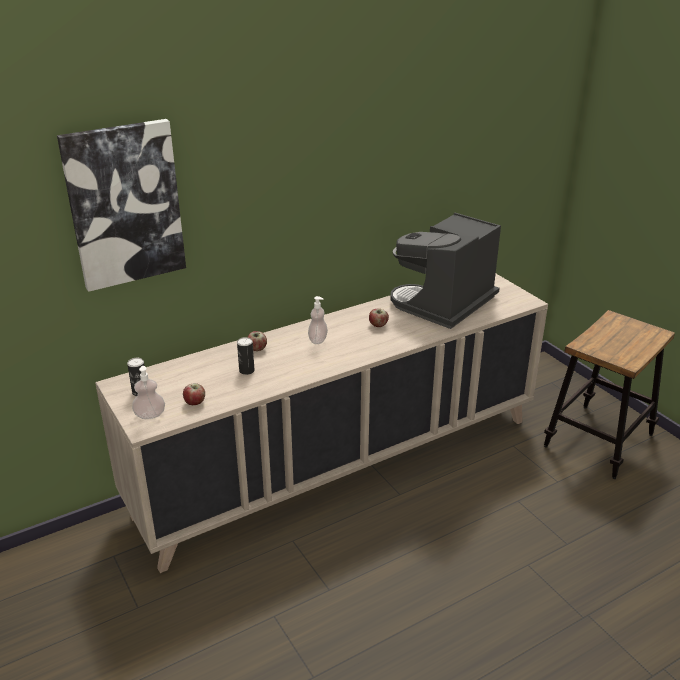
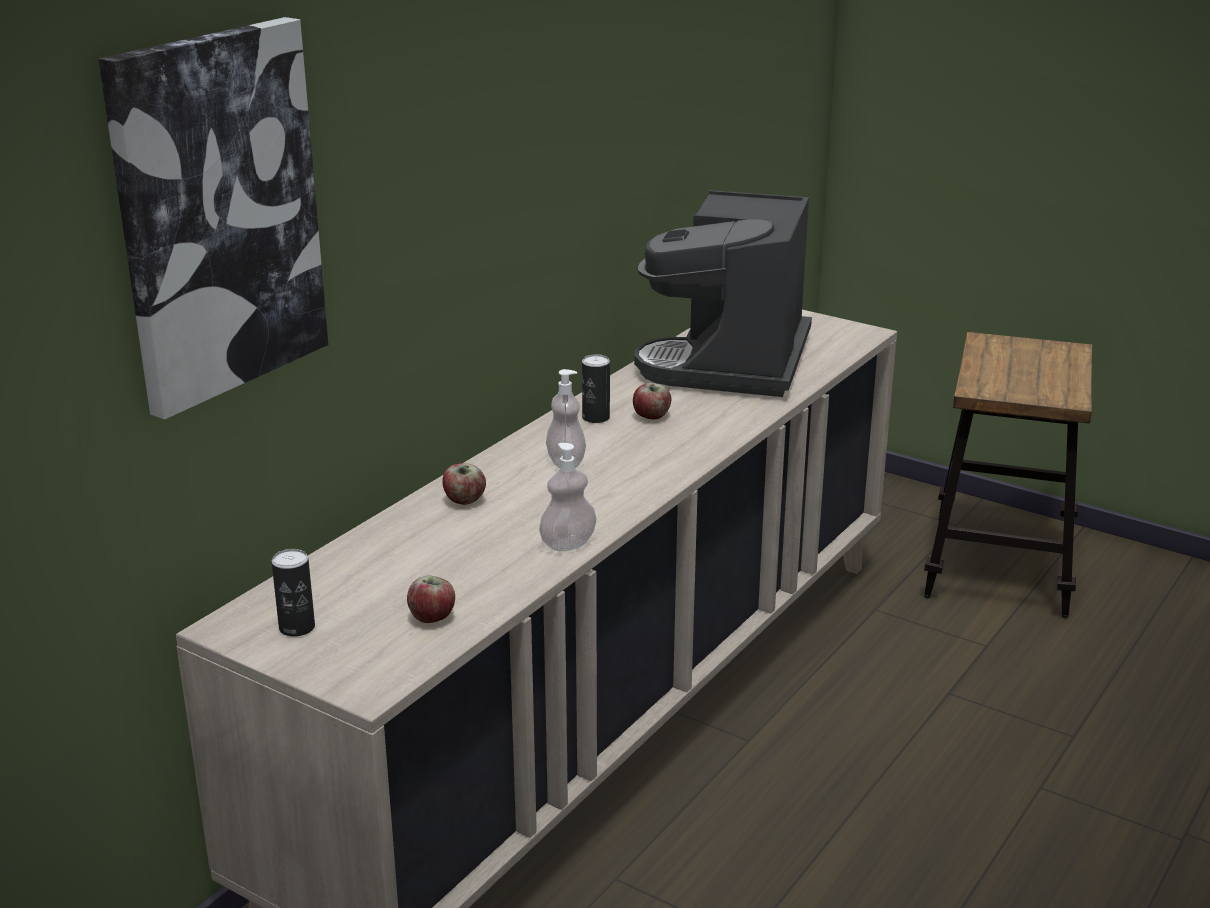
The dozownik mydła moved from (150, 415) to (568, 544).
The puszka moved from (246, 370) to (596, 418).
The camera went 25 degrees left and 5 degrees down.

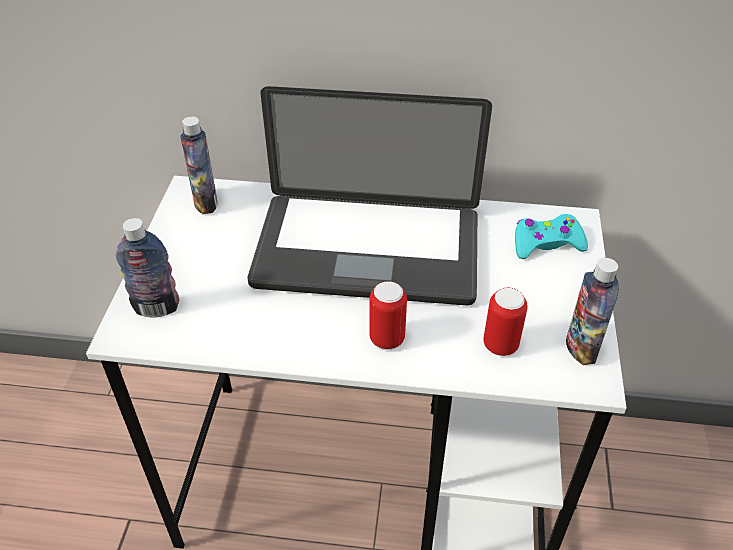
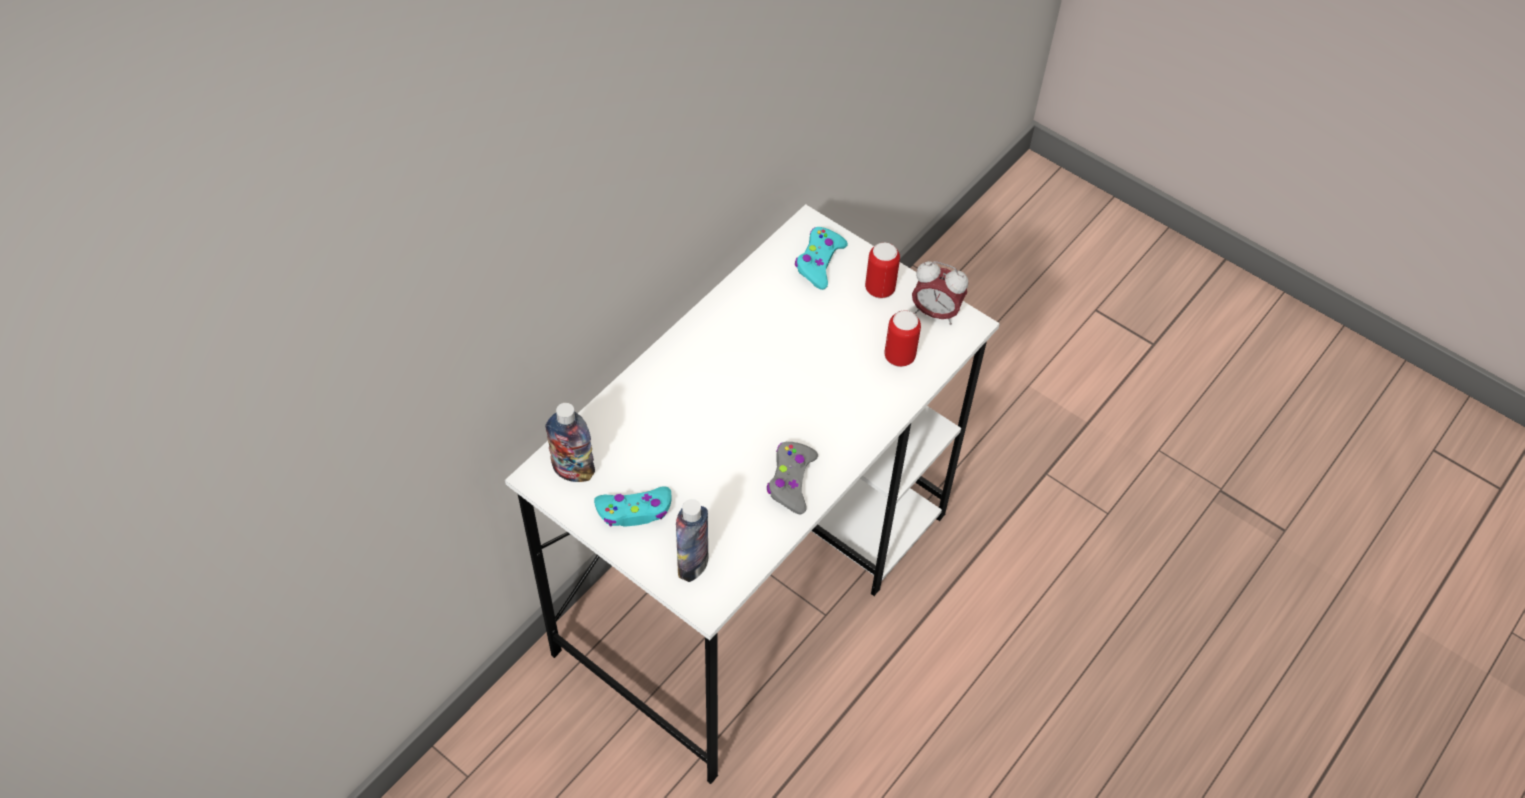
The laptop at (367, 251) disappeared.
The puszka moved from (387, 339) to (879, 289).
The butelka at (581, 348) was replaced by the budzik at (935, 313).
The pad do gier/turkusowy at (635, 511) appeared.
The pad do gier/szary at (791, 481) appeared.
The camera went 60 degrees left and 10 degrees up.

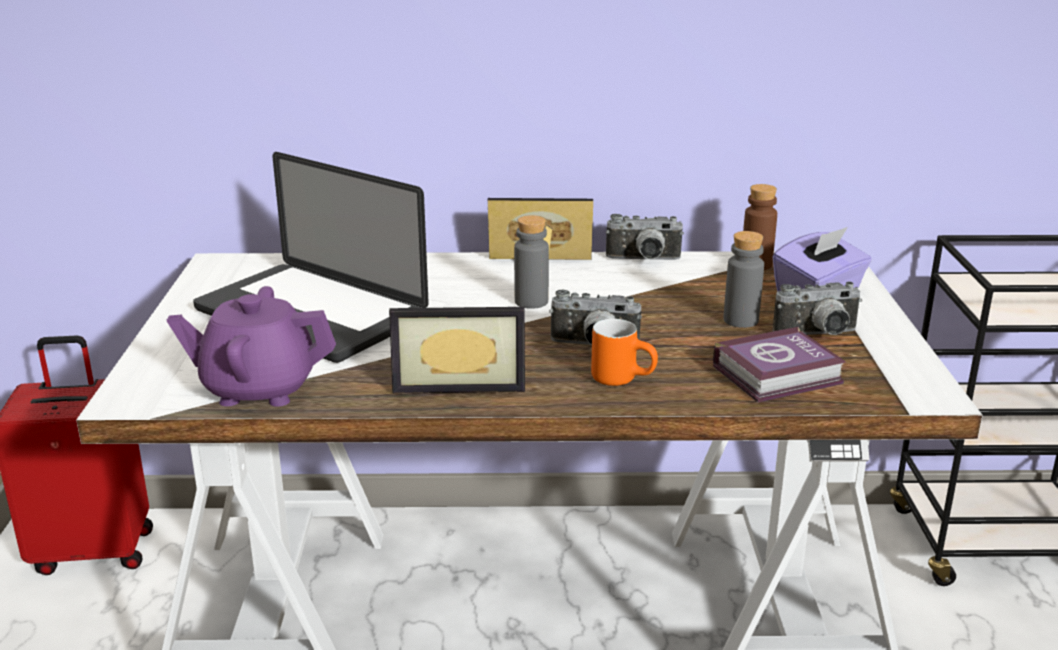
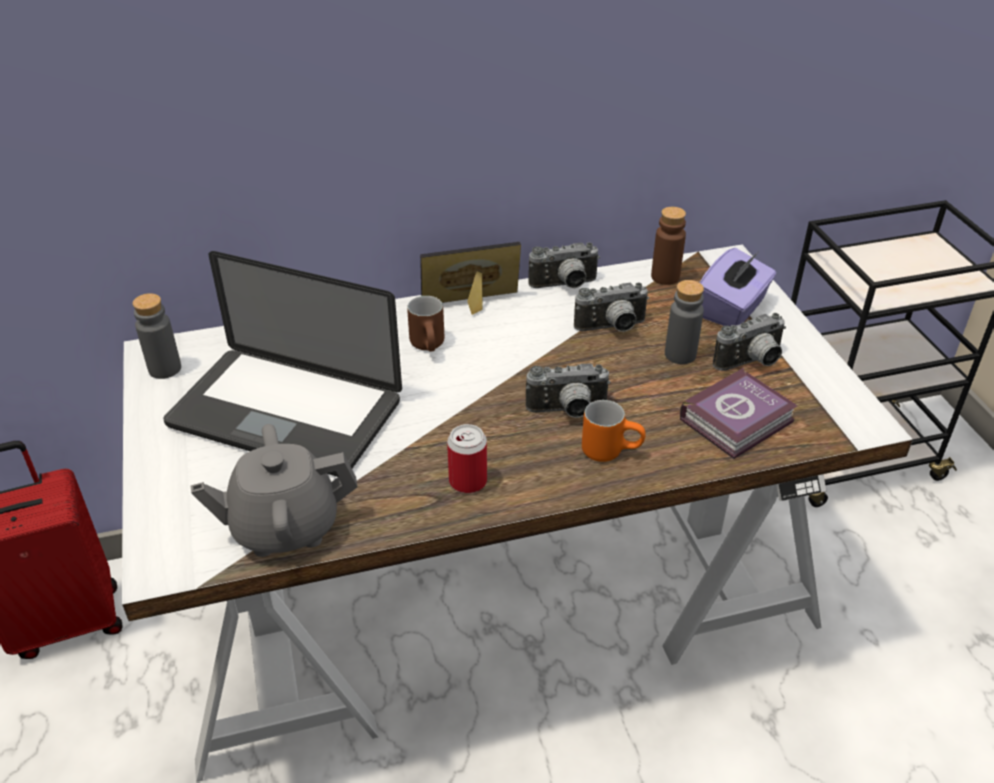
The imbryk/fioletowy at (259, 389) became the imbryk/szary at (284, 527).
The ramka na zdjęcie at (459, 382) was replaced by the puszka at (468, 481).
The butelka/szary moved from (531, 302) to (165, 369).
The kubek/brązowy at (431, 346) appeared.
The aparat fotograficzny at (612, 328) appeared.
The camera went 15 degrees left and 15 degrees up.

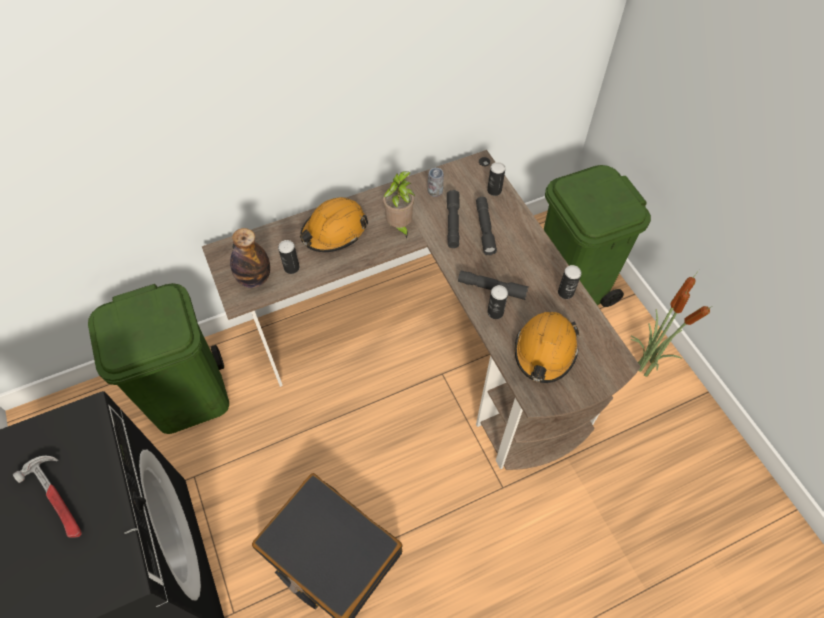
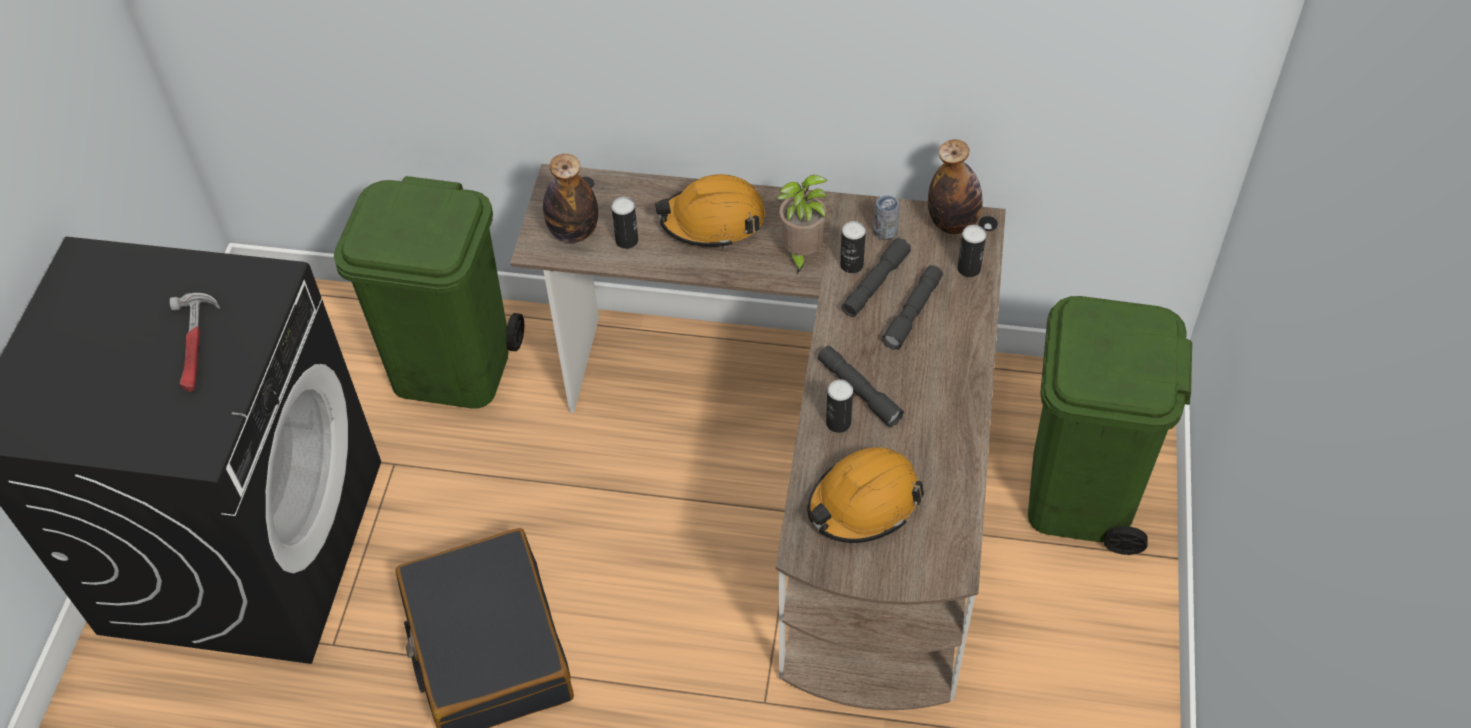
The puszka moved from (565, 292) to (851, 265).
The roślina doniczkowa at (642, 367) disappeared.
The butelka at (952, 223) appeared.
The camera went 35 degrees right and 5 degrees down.

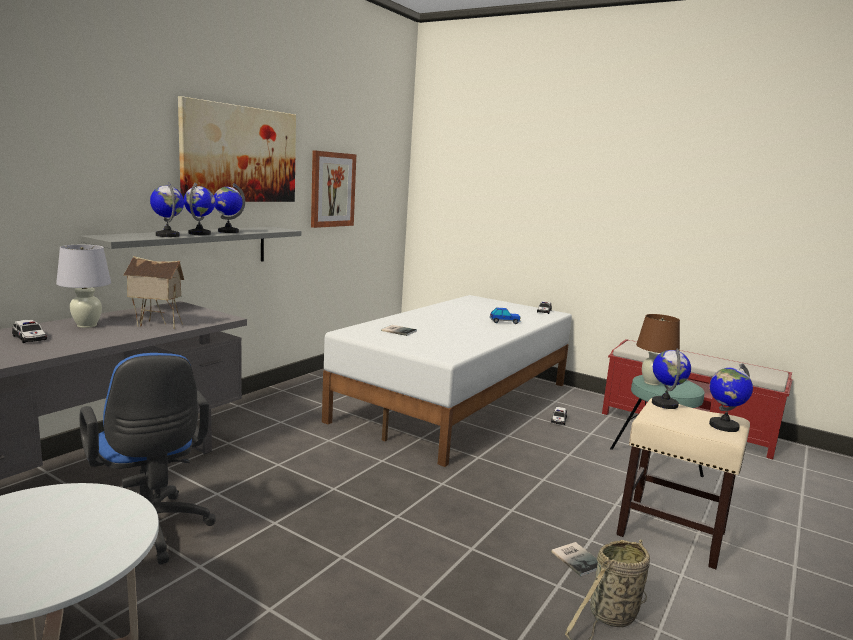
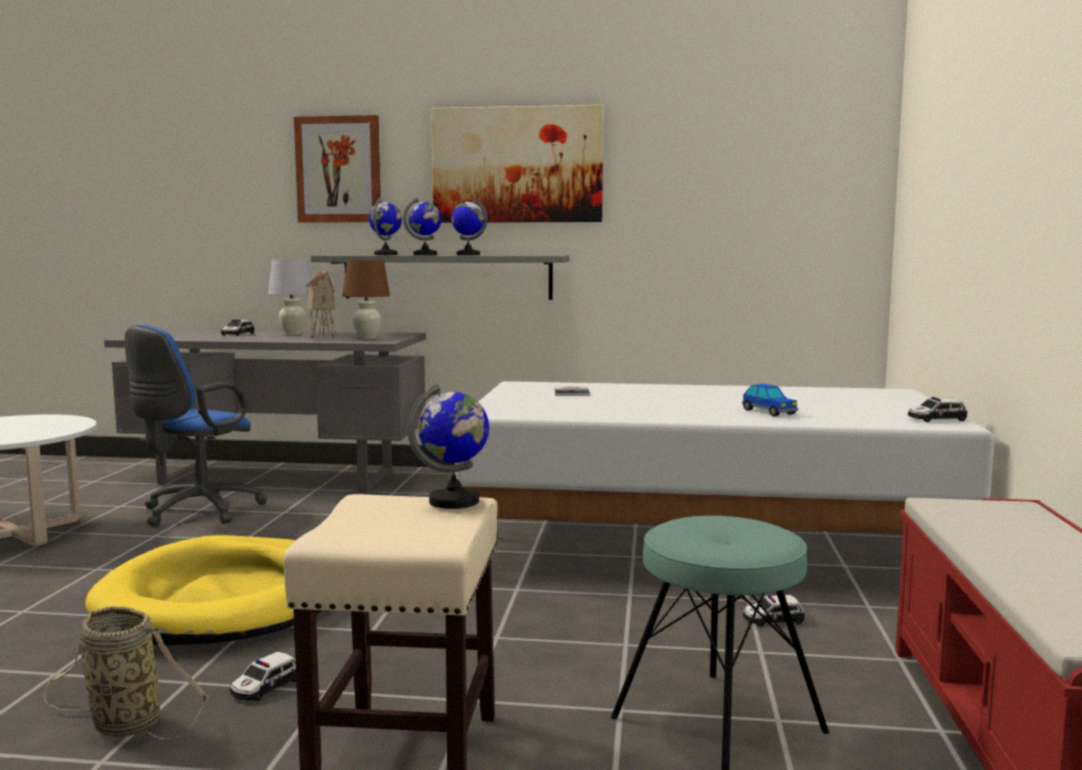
The obraz moved from (332, 189) to (338, 170).
The książka at (577, 558) was replaced by the samochodzik at (265, 687).
The lampa stołowa/brązowy moved from (651, 383) to (367, 338).
The globus at (723, 426) disappeared.
The legowisko/żółty at (229, 599) appeared.
The camera went 65 degrees right and 5 degrees down.

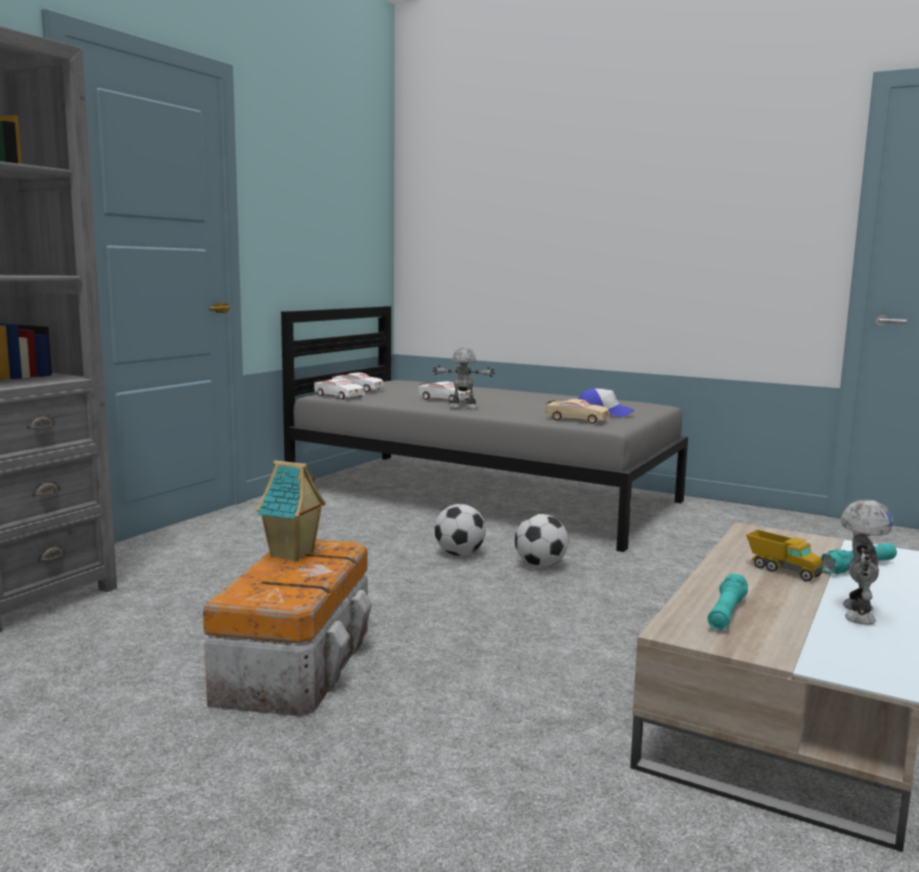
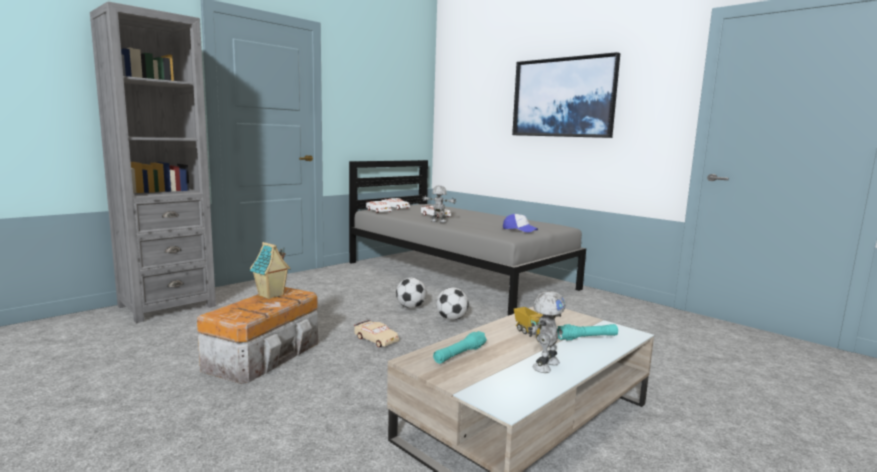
The samochodzik/beżowy moved from (576, 419) to (376, 339).
The obraz at (563, 97) appeared.
The camera went 15 degrees right and 0 degrees up.

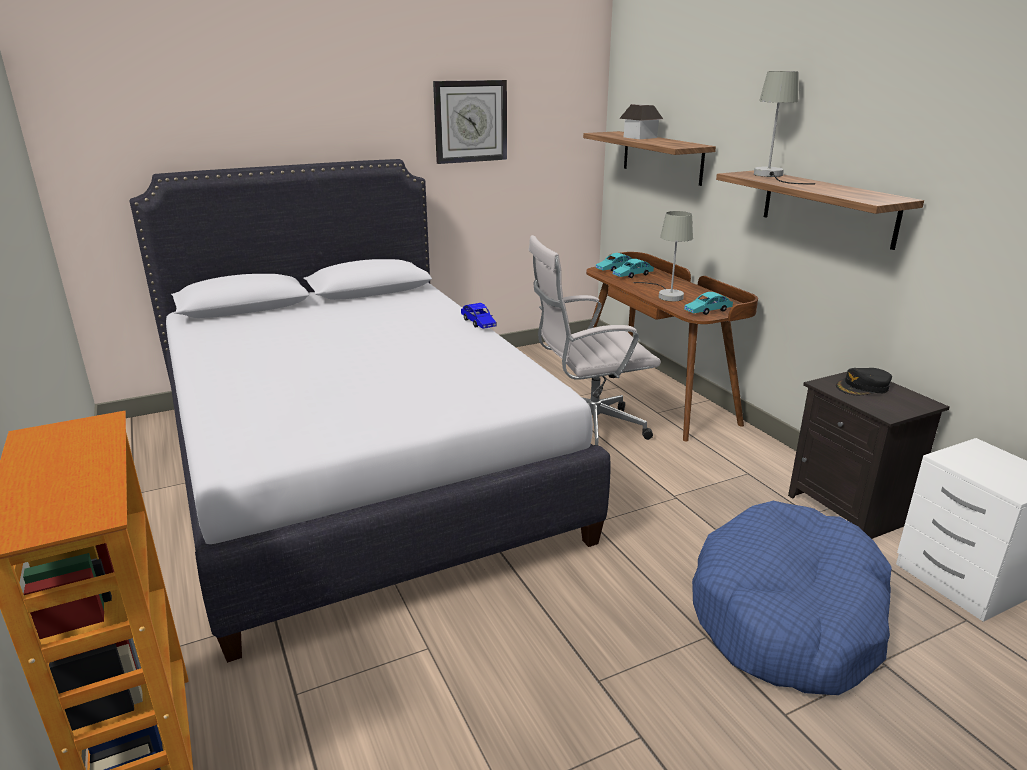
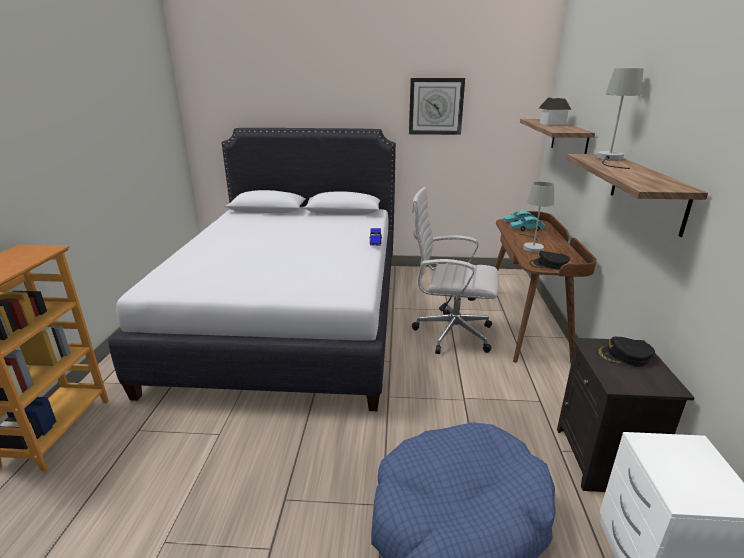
The samochodzik/turkusowy at (708, 311) was replaced by the czapka z daszkiem/czarny at (548, 264).
The camera went 30 degrees right and 0 degrees up.

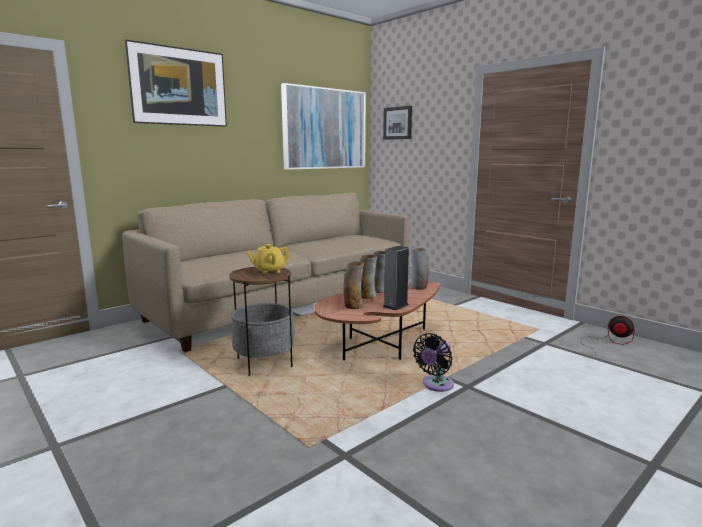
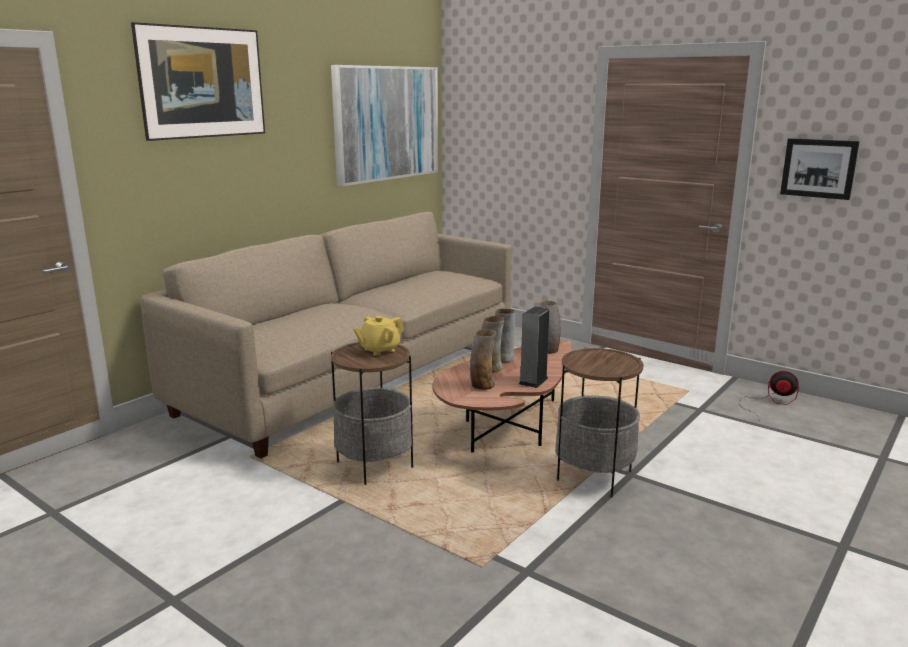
The obraz moved from (398, 123) to (819, 168).
The wentylator/czarny at (435, 385) was replaced by the stolik at (594, 476).
The camera went 10 degrees left and 5 degrees up.

